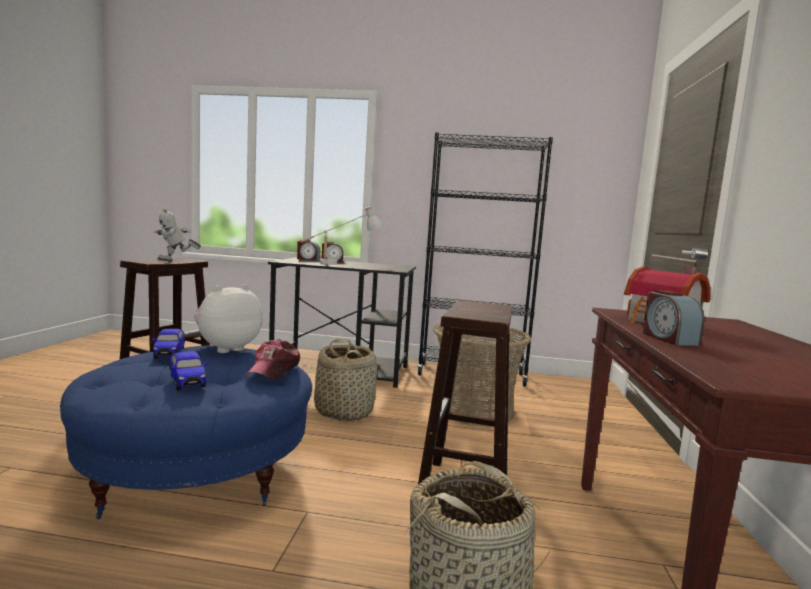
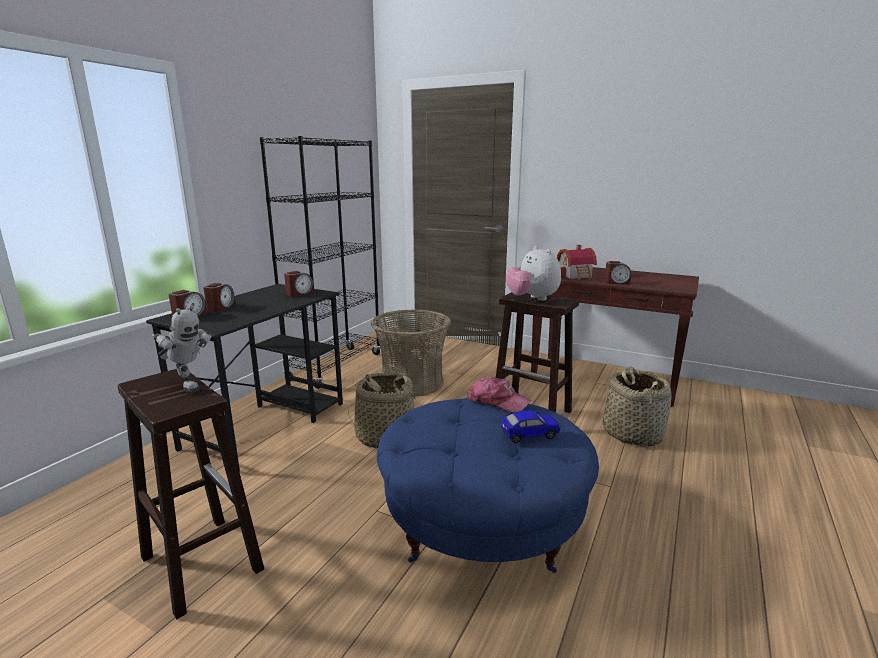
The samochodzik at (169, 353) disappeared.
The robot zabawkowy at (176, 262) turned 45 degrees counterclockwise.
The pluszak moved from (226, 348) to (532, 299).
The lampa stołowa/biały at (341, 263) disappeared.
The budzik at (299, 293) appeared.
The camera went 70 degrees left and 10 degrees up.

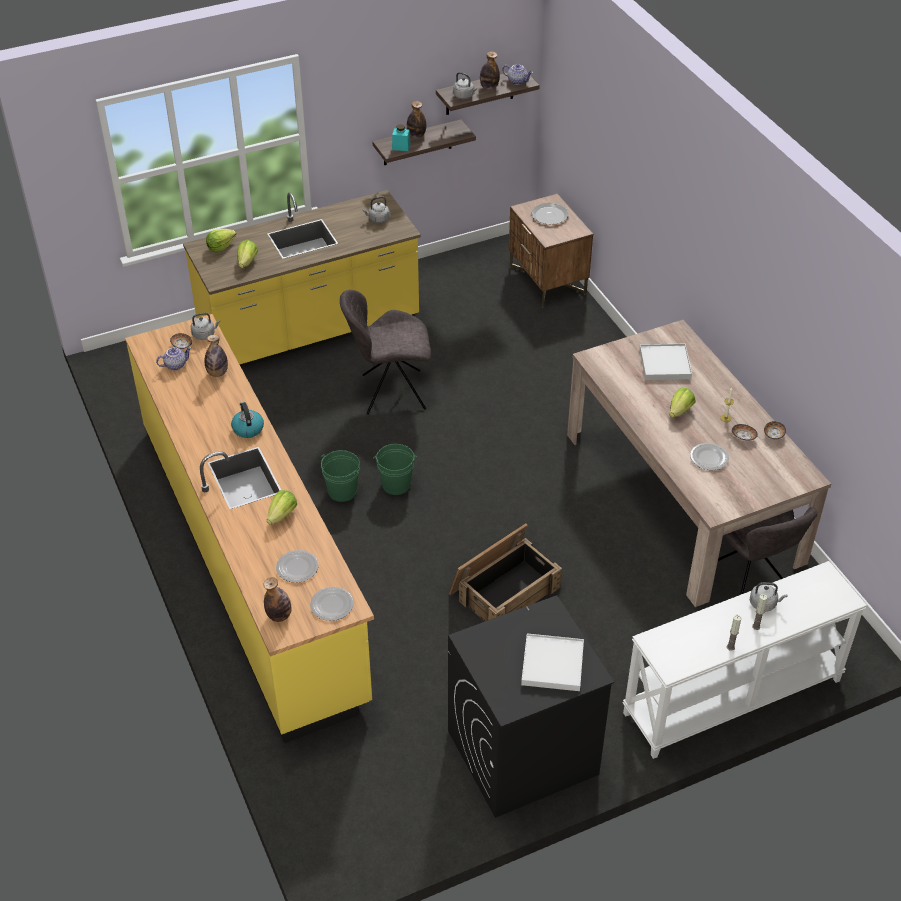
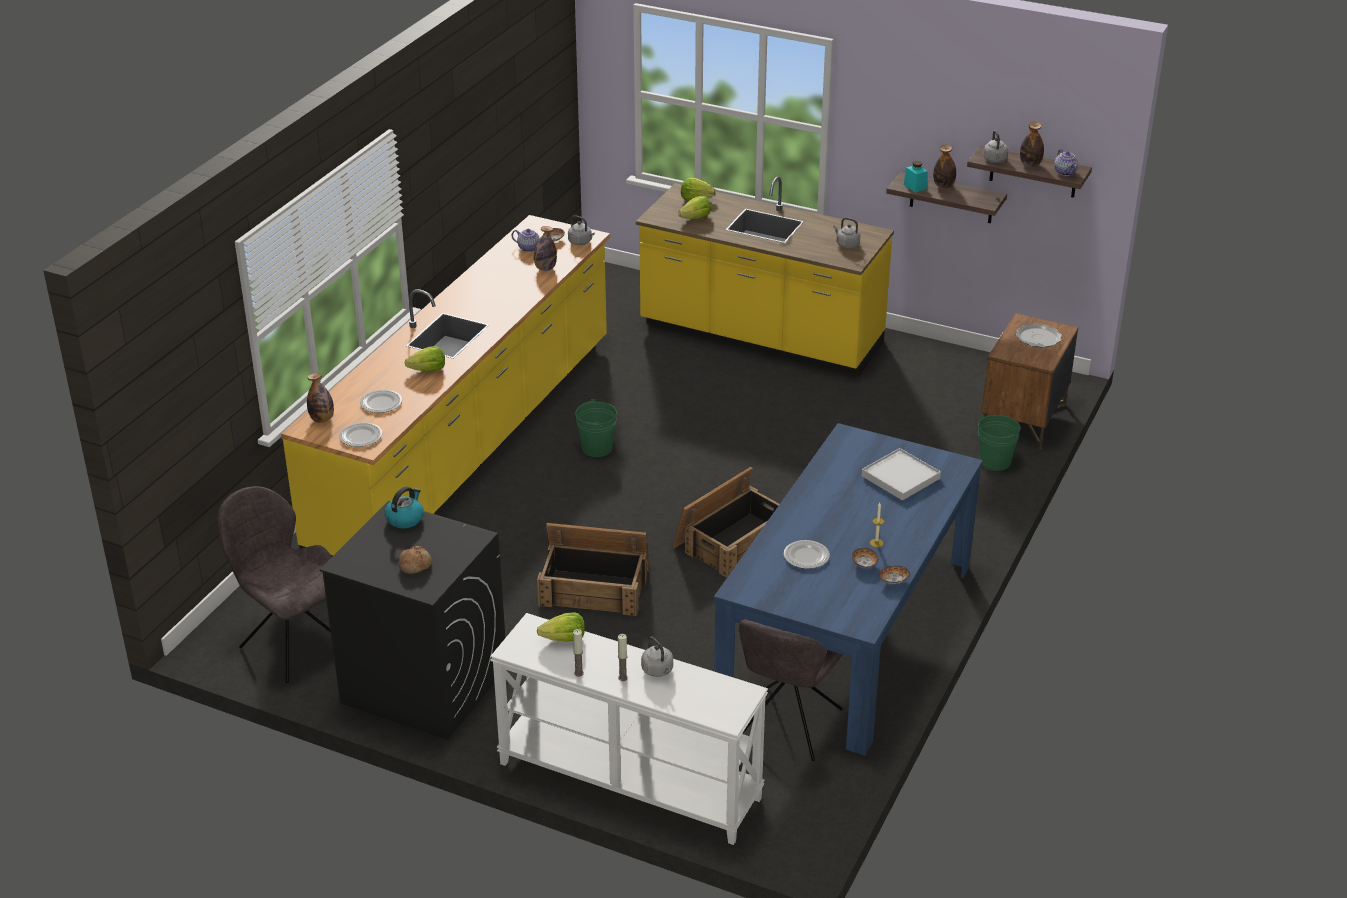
The czajnik moved from (248, 428) to (405, 518).
The krzesło/szary moved from (390, 392) to (292, 644).
The wiadro/zielony moved from (396, 484) to (995, 461).
The taca/biały at (552, 664) was replaced by the chleb at (415, 564).
The stół jadalny/beżowy at (682, 496) became the stół jadalny/niebieski at (847, 634).
The sałata moved from (680, 411) to (564, 639).
The skrzynka at (732, 540) appeared.
The camera went 50 degrees right and 10 degrees down.

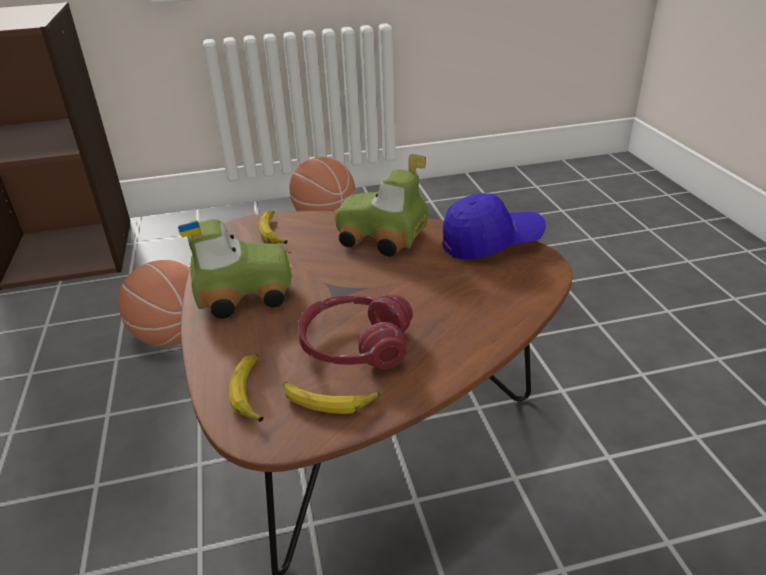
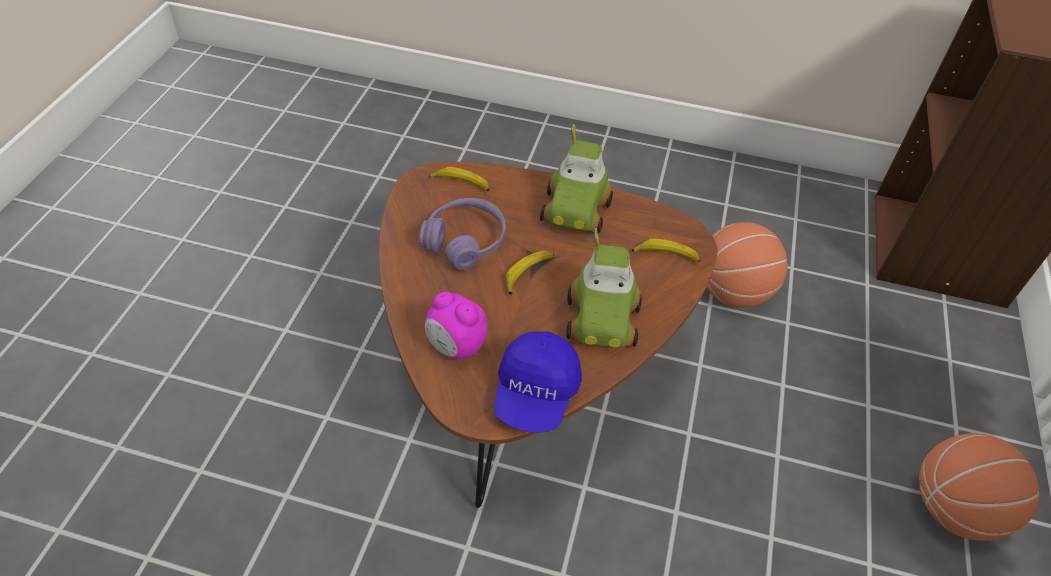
The banan moved from (328, 401) to (528, 274).
The słuchawki/czerwony at (355, 345) became the słuchawki/fioletowy at (464, 241).
The samochodzik at (381, 238) turned 135 degrees clockwise.
The budzik at (455, 347) appeared.
The camera went 115 degrees right and 15 degrees up.

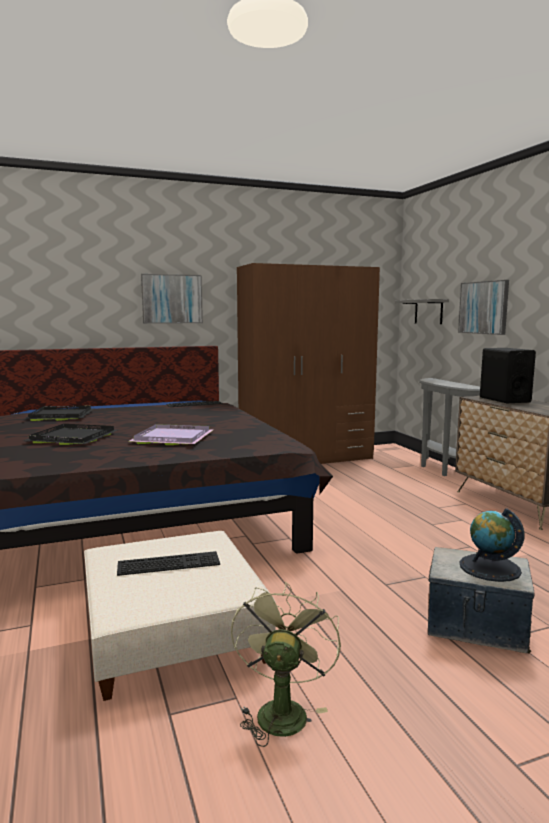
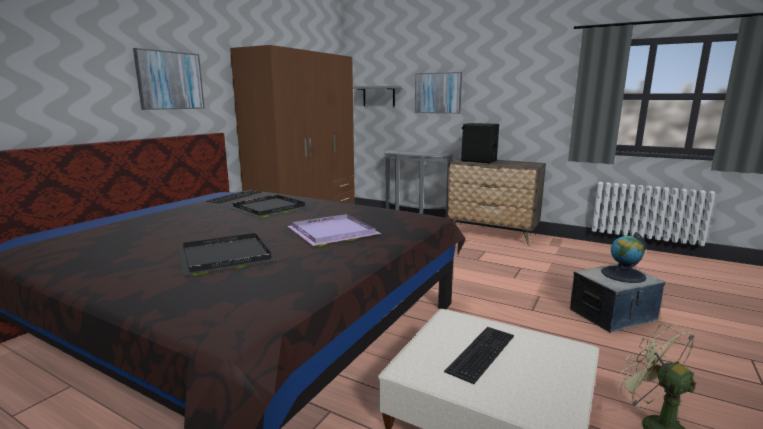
The taca/czarny moved from (59, 416) to (269, 209).
The camera went 40 degrees left and 5 degrees up.

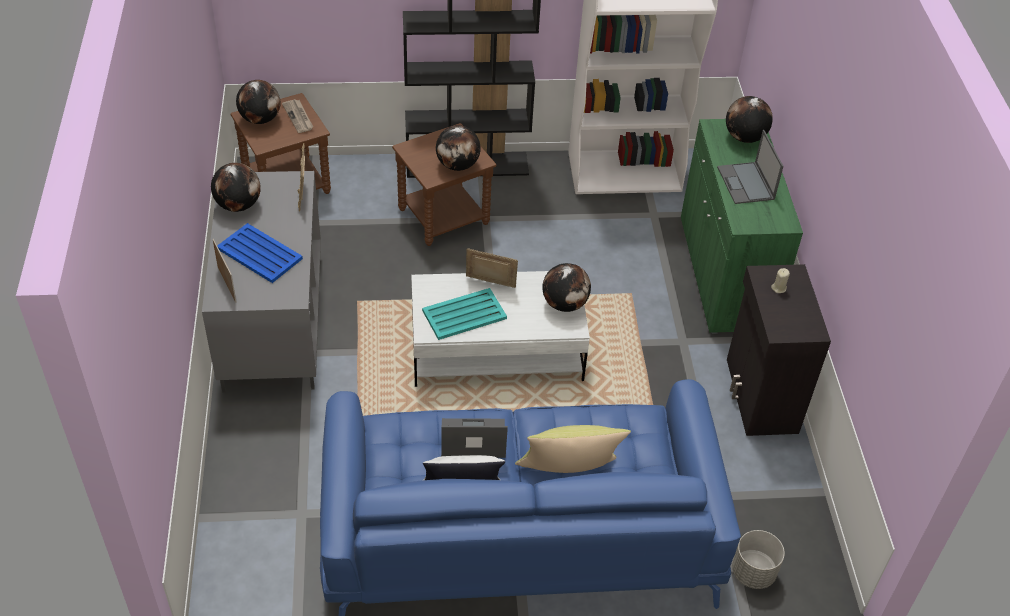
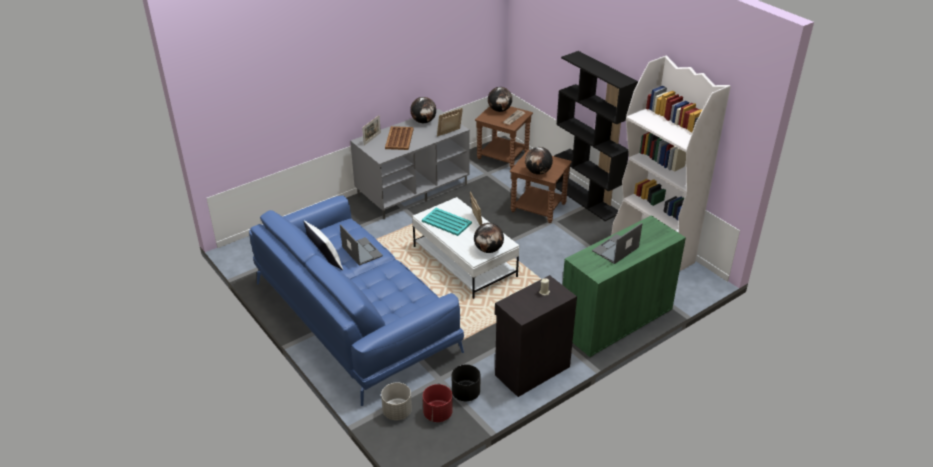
The taca/niebieski at (260, 254) became the taca/brązowy at (399, 139).
The poduszka/żółty at (567, 472) disappeared.
The globus at (744, 137) disappeared.
The donica/czerwony at (438, 414) appeared.
The donica/czarny at (466, 393) appeared.
The camera went 60 degrees right and 10 degrees down.

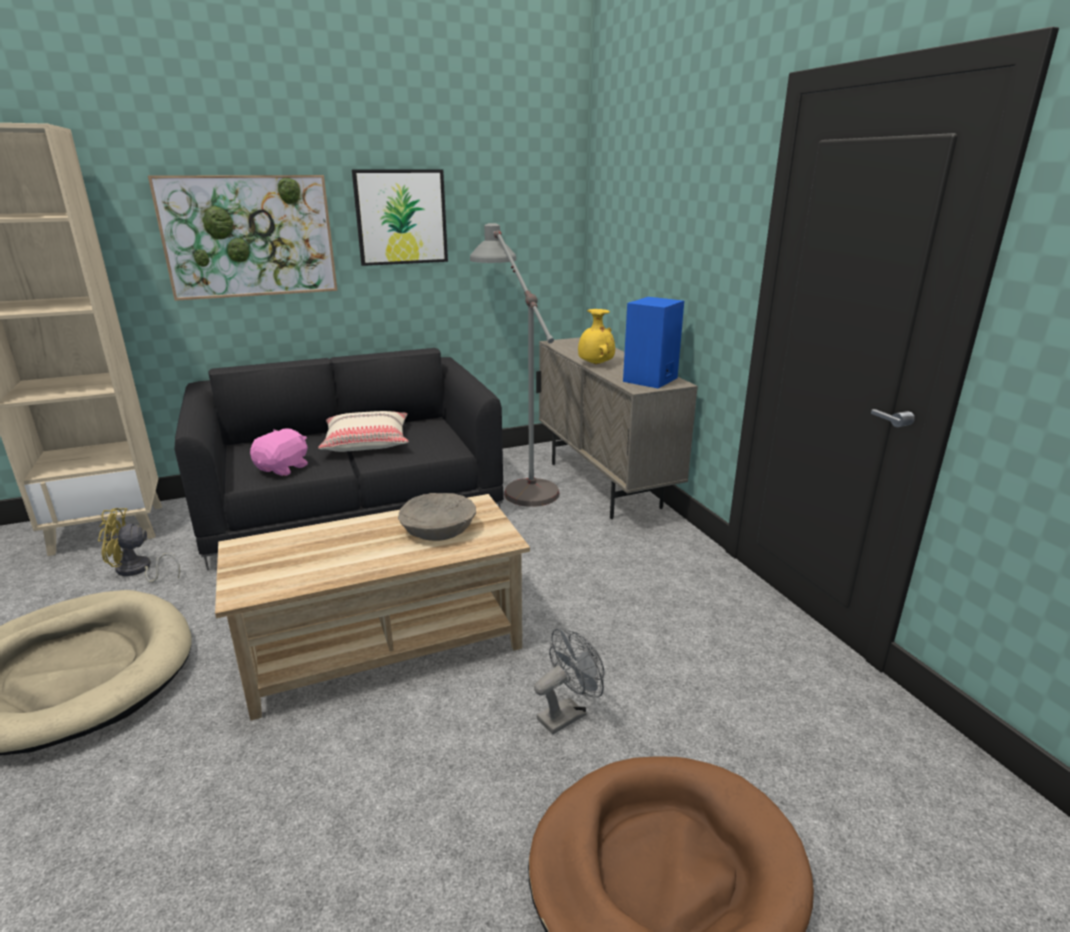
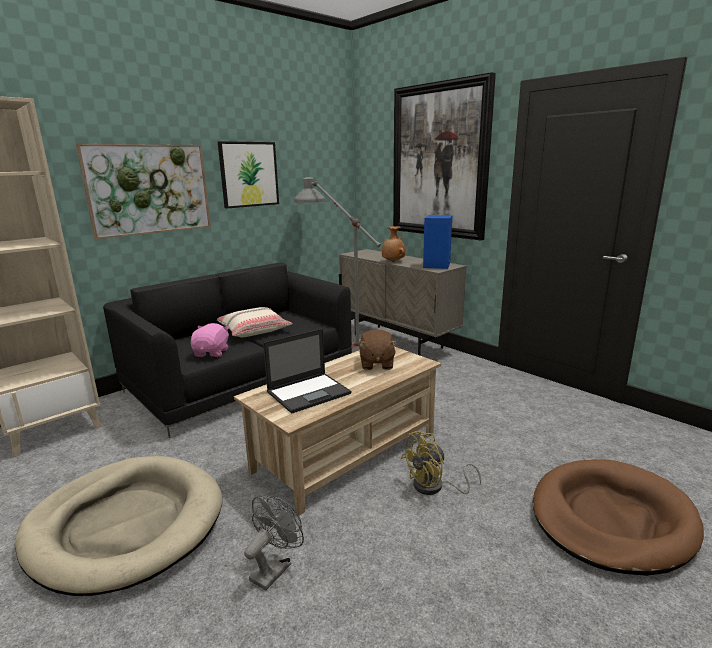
The wentylator/żółty moved from (137, 571) to (434, 487).
The miska/beżowy at (439, 529) was replaced by the pluszak/brązowy at (376, 364).
The wentylator/szary moved from (567, 713) to (274, 568).
The wazon/żółty at (595, 364) became the wazon/brązowy at (393, 261).
The laptop at (309, 392) appeared.
The obraz at (439, 161) appeared.
The camera went 20 degrees left and 5 degrees down.

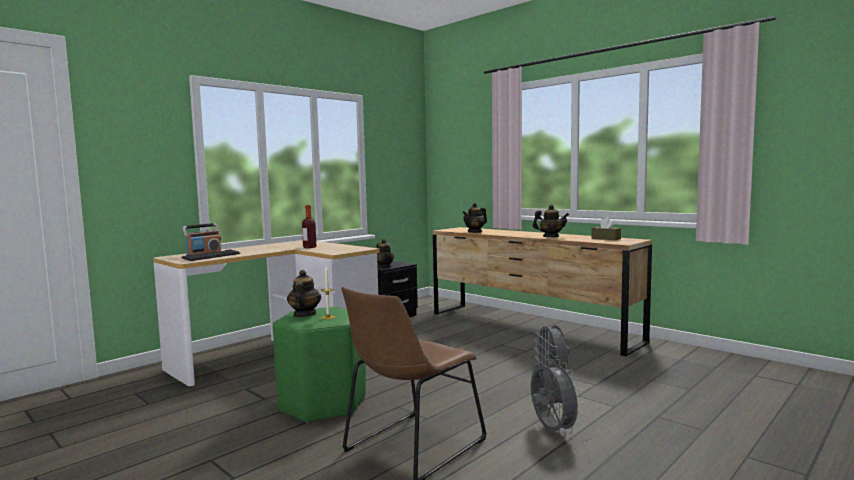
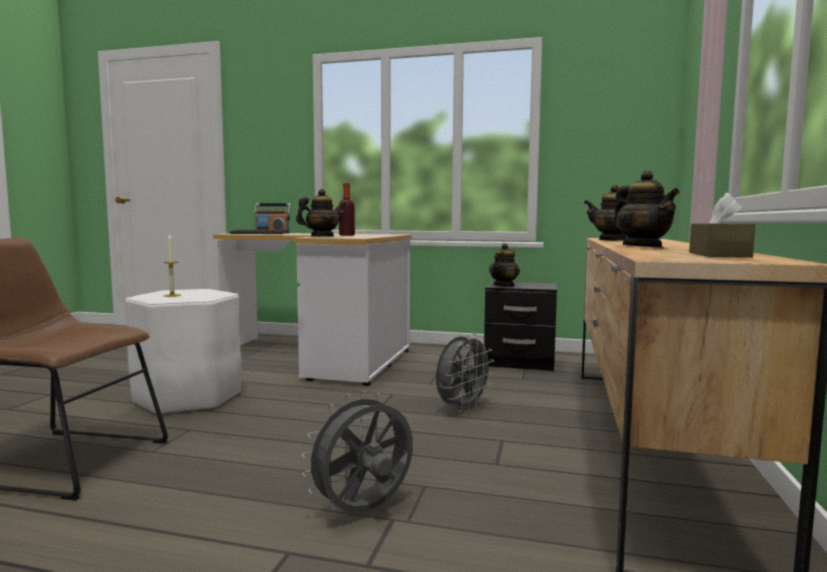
The stołek/zielony at (323, 404) became the stołek/biały at (187, 398).
The imbryk moved from (304, 314) to (322, 236).
The wentylator/szary moved from (552, 431) to (462, 408).
The camera went 60 degrees right and 0 degrees up.

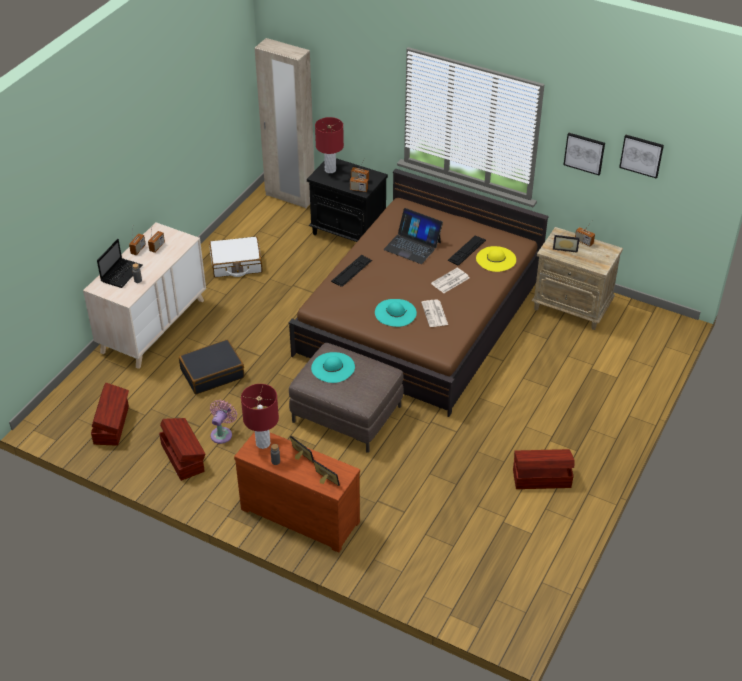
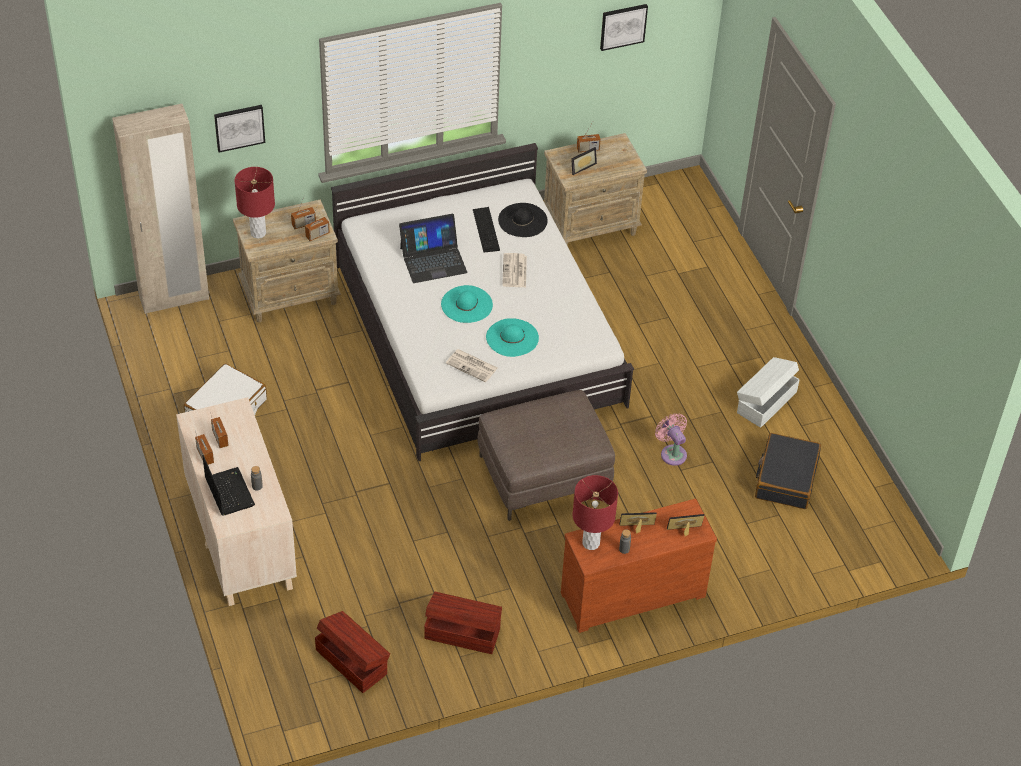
The walizka/czarny moved from (212, 373) to (785, 478).
The wentylator/różowy moved from (222, 433) to (672, 453).
The łóżko/brązowy at (420, 317) became the łóżko/biały at (477, 332).
The szafka nocna/czarny at (349, 232) became the szafka nocna/beżowy at (291, 295).
The kapelusz/turkusowy moved from (333, 367) to (467, 304).
The klawiatura at (351, 271) disappeared.
The gazeta moved from (435, 314) to (472, 366).
The kapelusz/żółty at (496, 259) became the kapelusz/czarny at (522, 220).
The pojemnik do przechowywania/brązowy at (541, 478) became the pojemnik do przechowywania/biały at (765, 402).
The obraz moved from (584, 153) to (239, 127).
The camera went 50 degrees left and 5 degrees up.

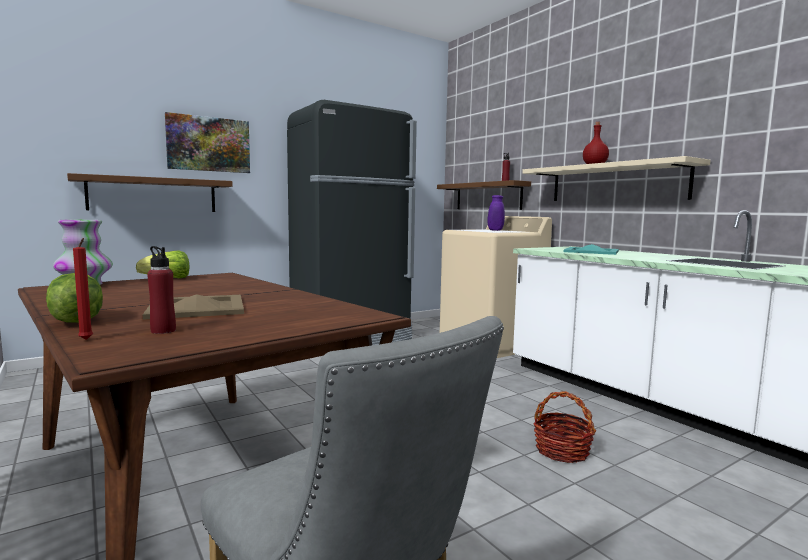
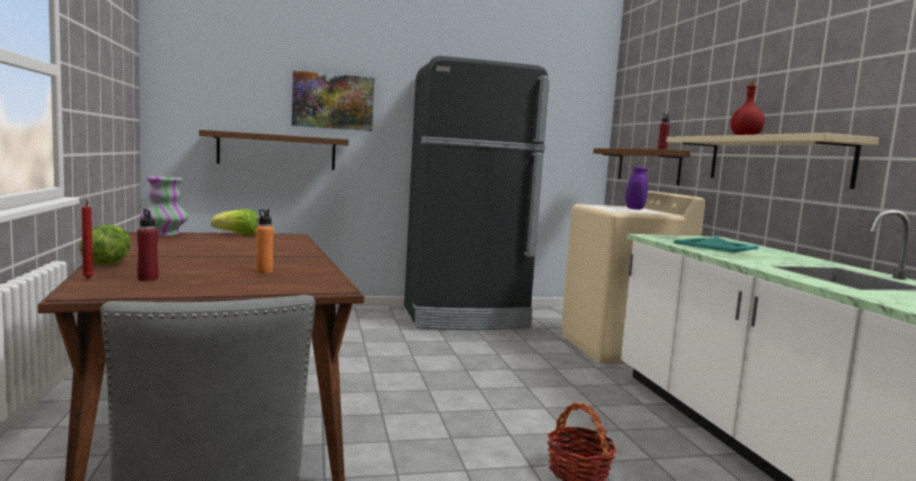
The taca/beżowy at (198, 308) disappeared.
The butelka/pomarańczowy at (264, 271) appeared.
The camera went 20 degrees right and 0 degrees up.

